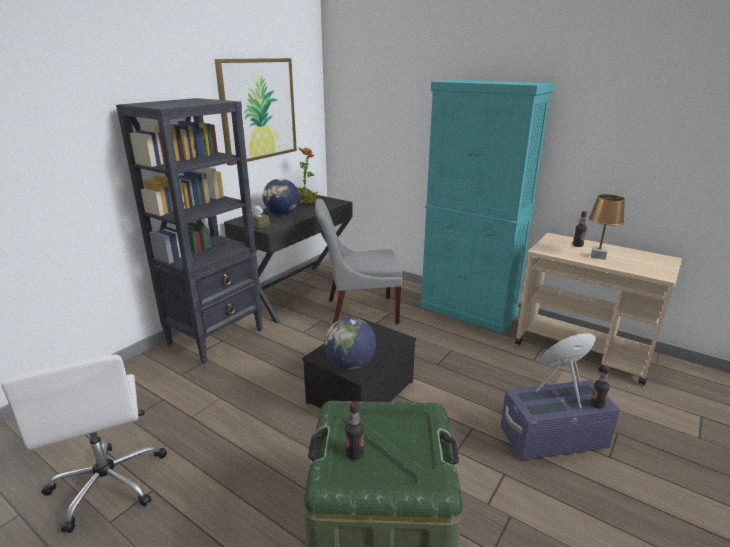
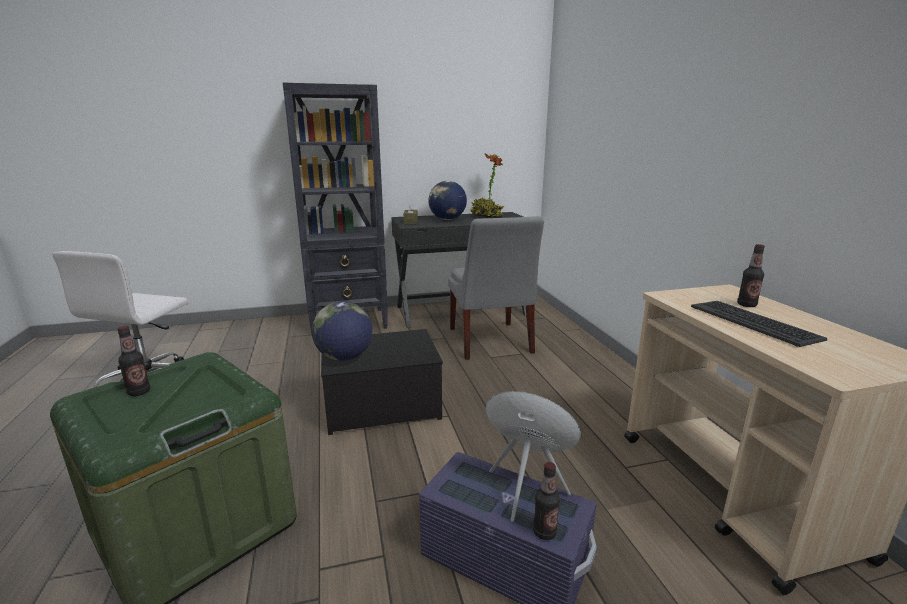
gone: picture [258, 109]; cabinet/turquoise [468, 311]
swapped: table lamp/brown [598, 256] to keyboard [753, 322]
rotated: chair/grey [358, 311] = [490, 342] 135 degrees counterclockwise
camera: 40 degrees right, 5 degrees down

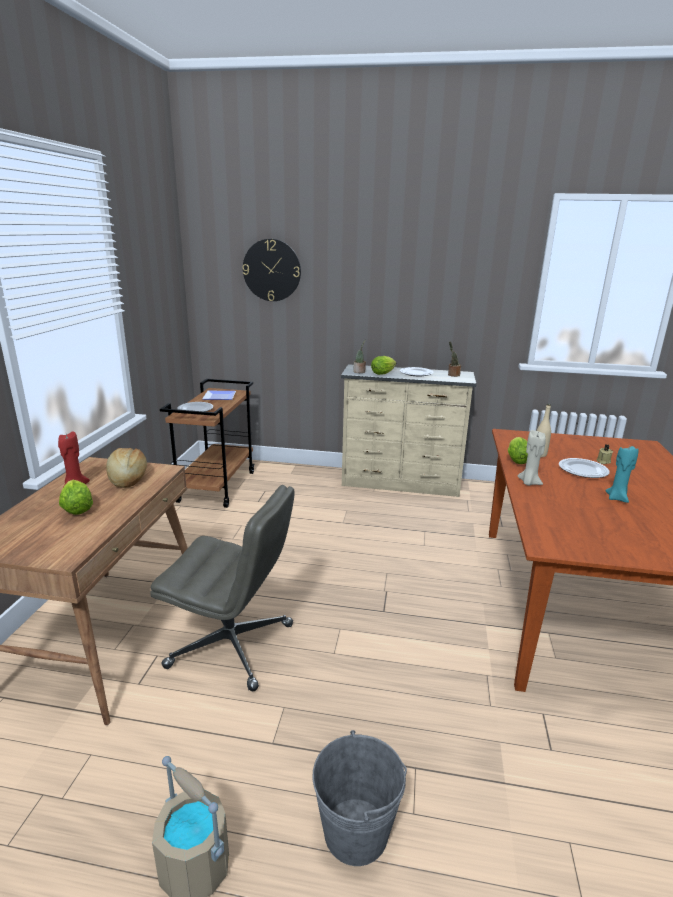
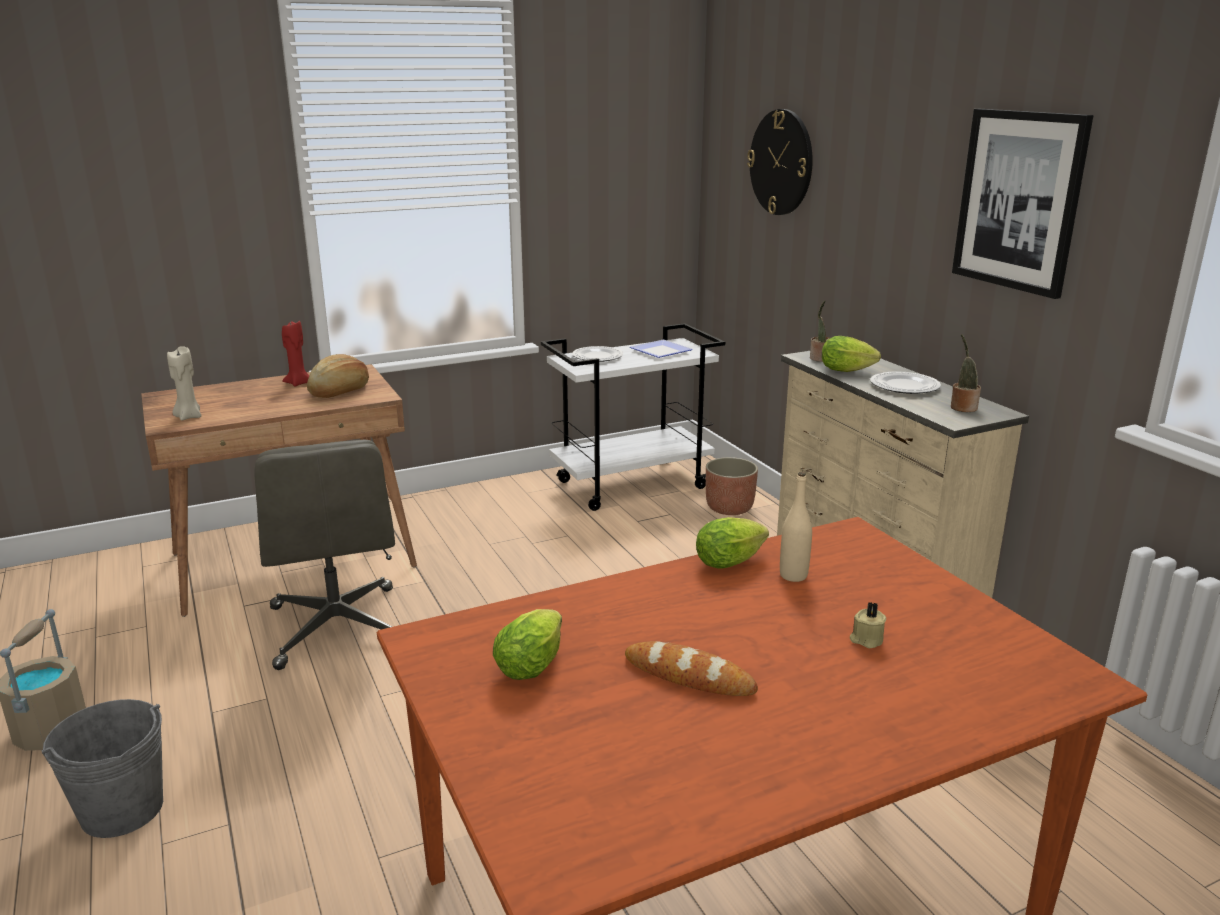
gone: plate [582, 470]
new: picture [1019, 200]; planter [729, 508]
shifted: candle/beige [529, 483] to [188, 417]; lettuce [77, 508] to [533, 663]
swapped: candle/turquoise [617, 498] to bread [689, 676]
repainted: cart/brown [216, 486] to cart/white [632, 484]
camera: 55 degrees right, 0 degrees up

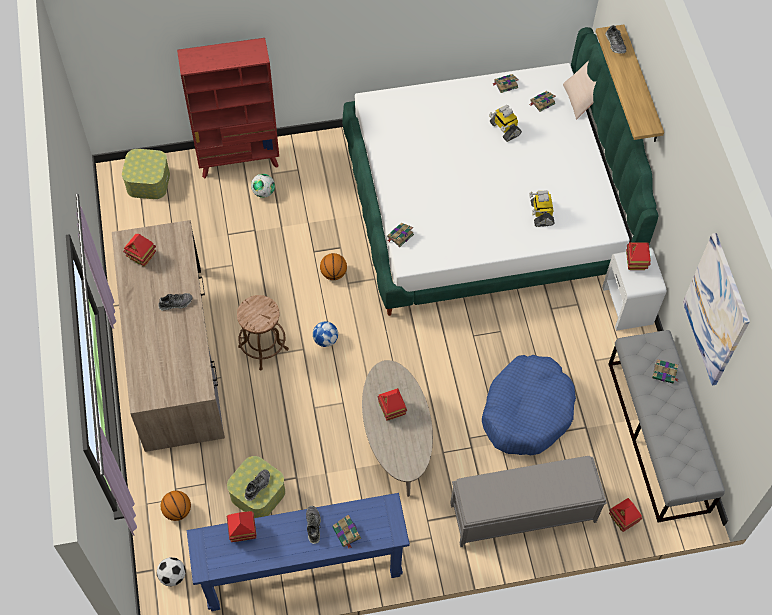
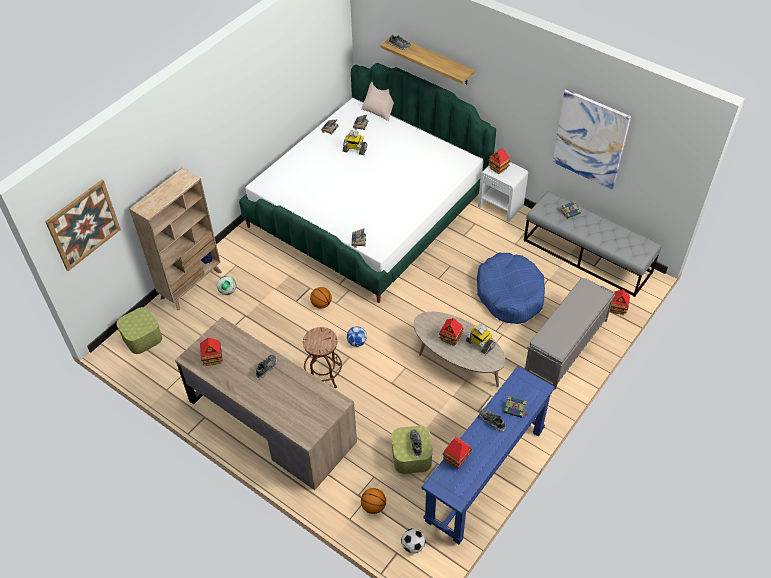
new: picture [83, 225]
shifted: toy robot [541, 213] to [479, 344]
repainted: bookcase/red [239, 160] to bookcase/beige [191, 285]
camera: 40 degrees left, 10 degrees down

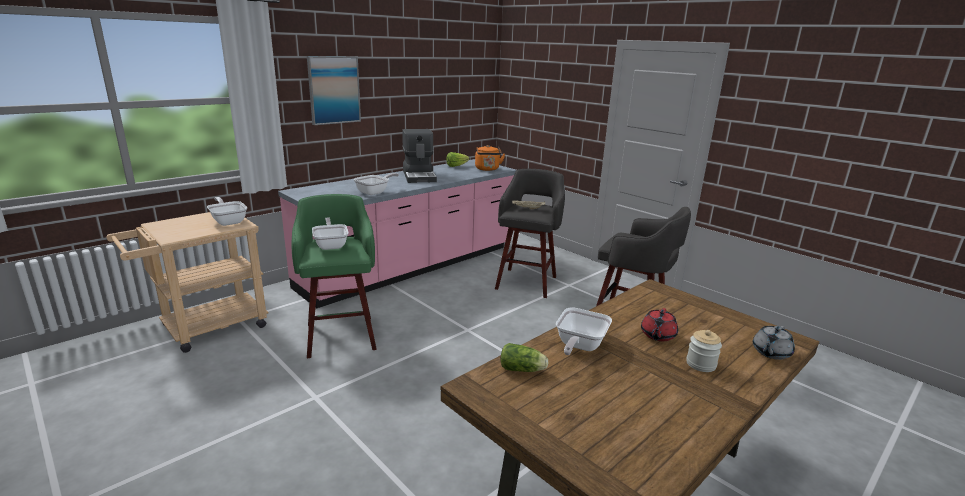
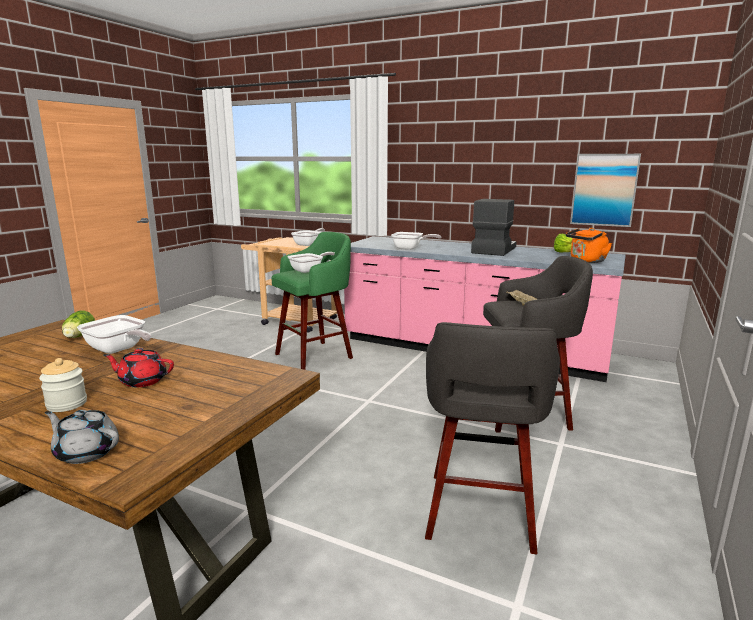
shifted: picture [334, 90] to [604, 190]
rotated: coffee machine [420, 176] = [493, 250] 150 degrees clockwise; frying pan [579, 346] = [118, 350] 150 degrees counterclockwise
camera: 70 degrees right, 5 degrees down

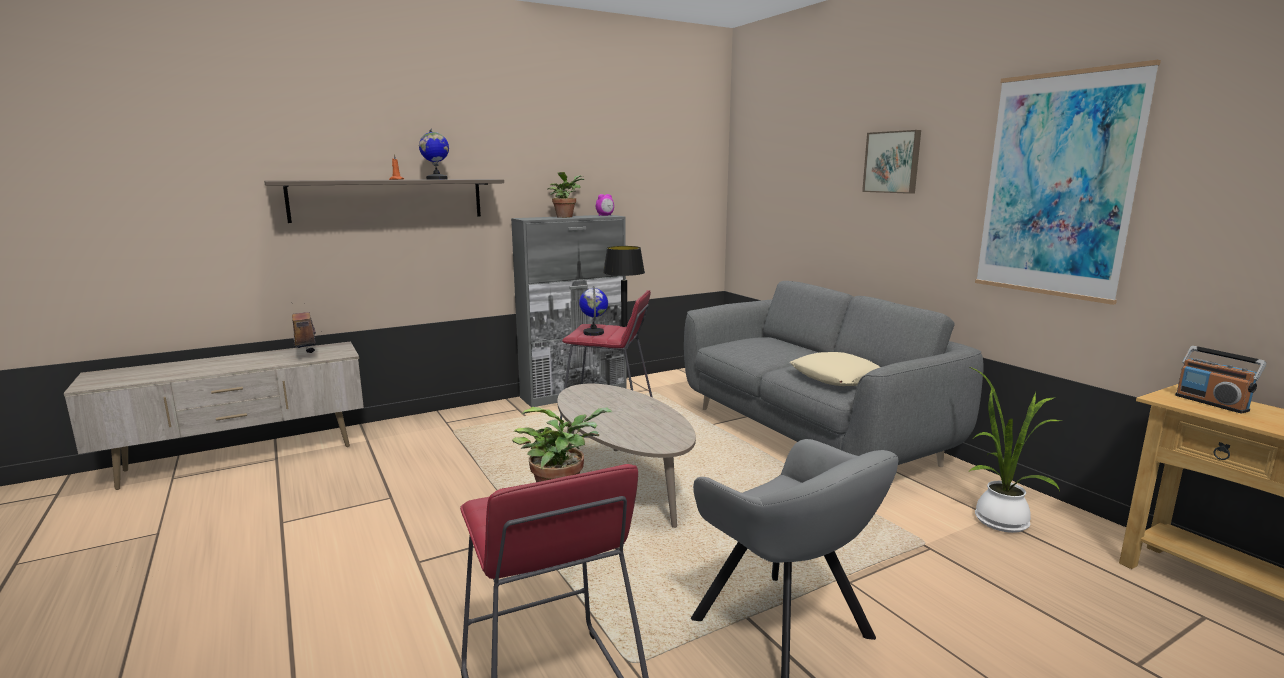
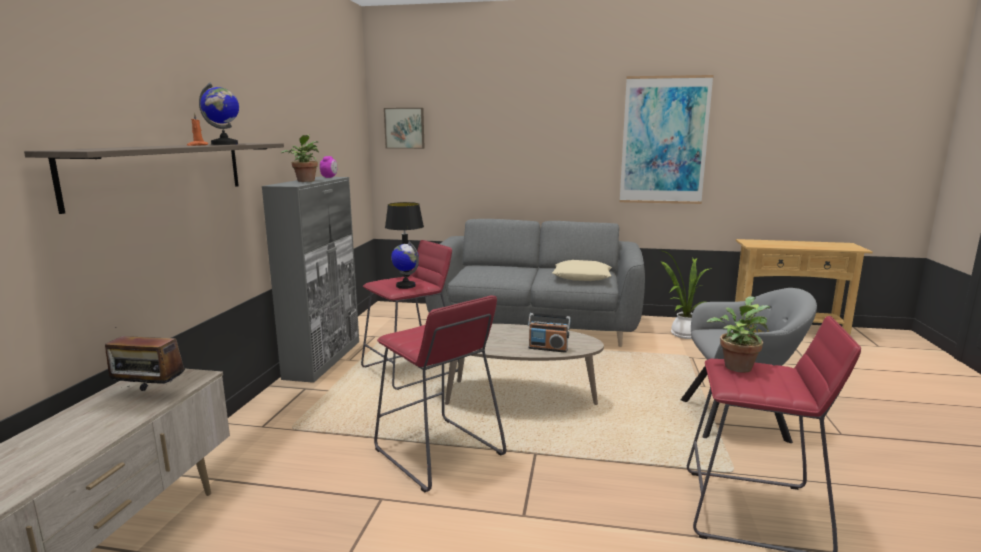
new: stool/red [438, 453]
shifted: picture [892, 162] to [405, 128]; radio [1211, 403] to [548, 348]
camera: 50 degrees left, 0 degrees up

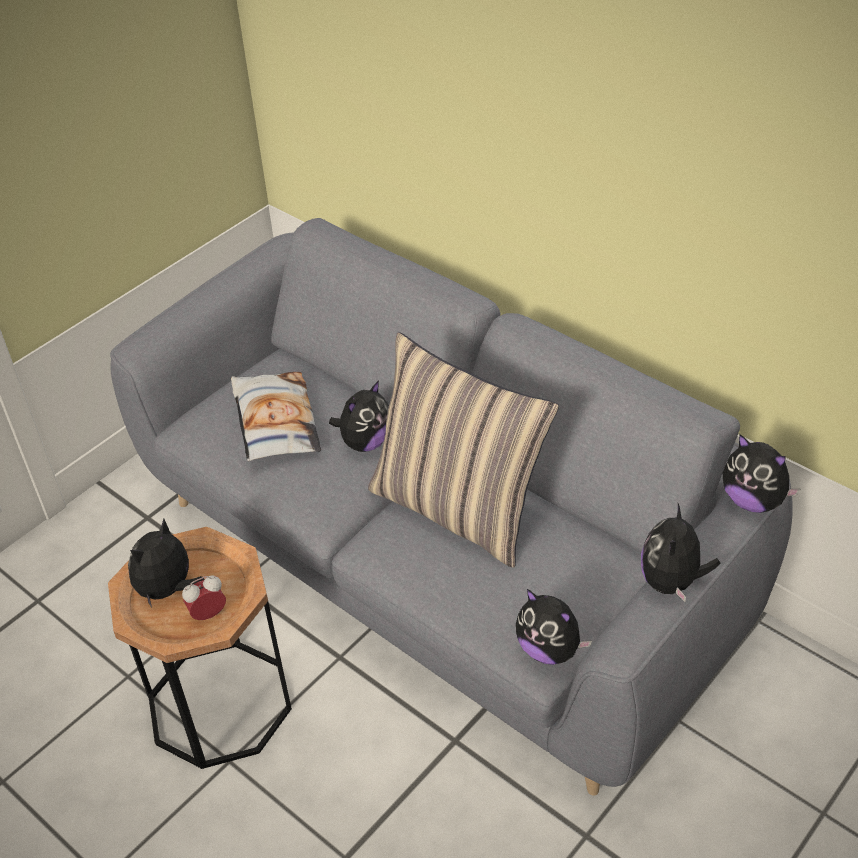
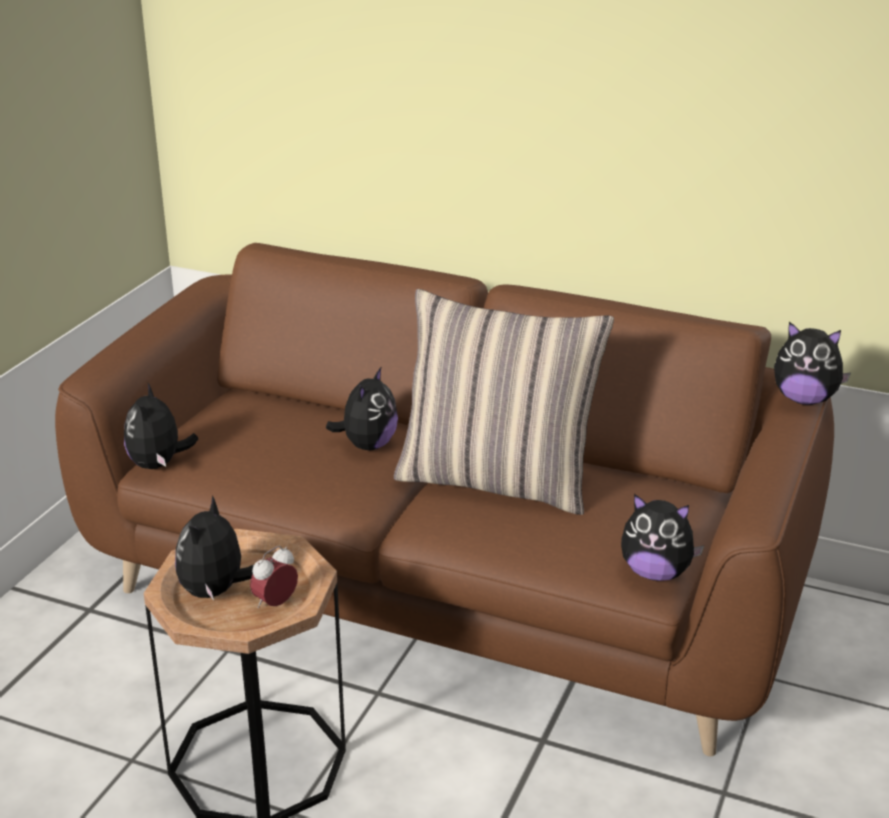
gone: pillow [275, 422]
shifted: plush toy [671, 582] to [159, 464]
repainted: sofa/grey [436, 564] to sofa/brown [444, 593]
camera: 20 degrees left, 15 degrees down

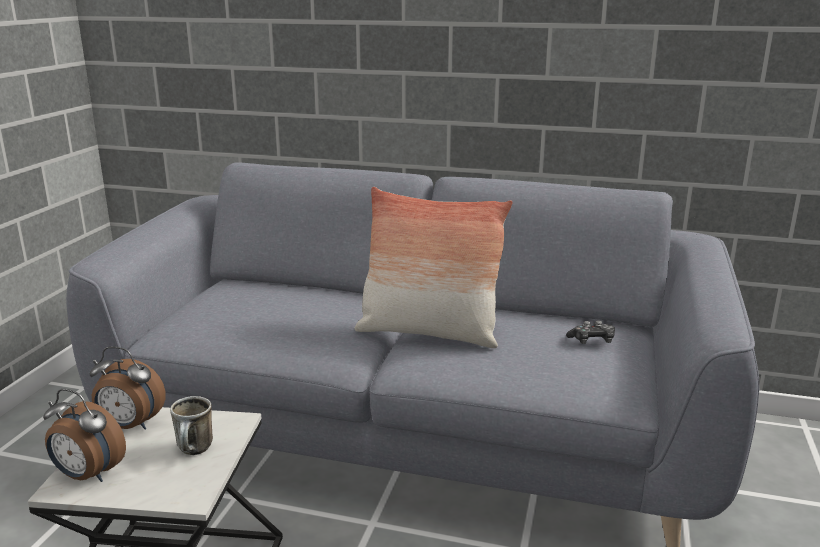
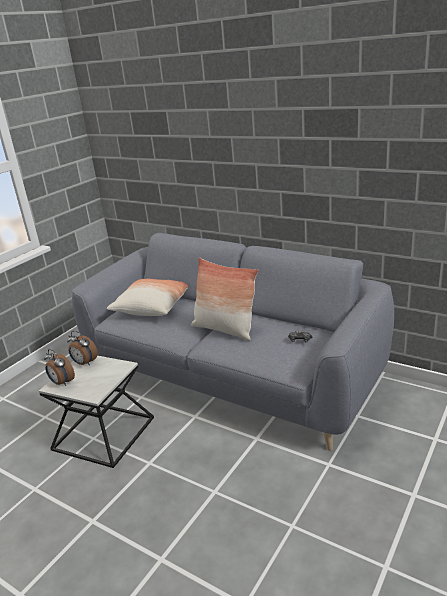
gone: mug [195, 451]
new: pillow [152, 307]
camera: 20 degrees right, 5 degrees up

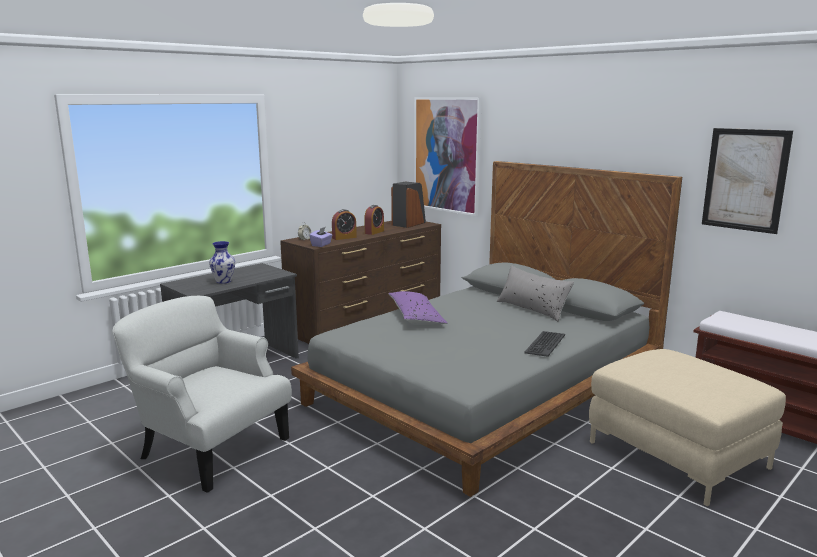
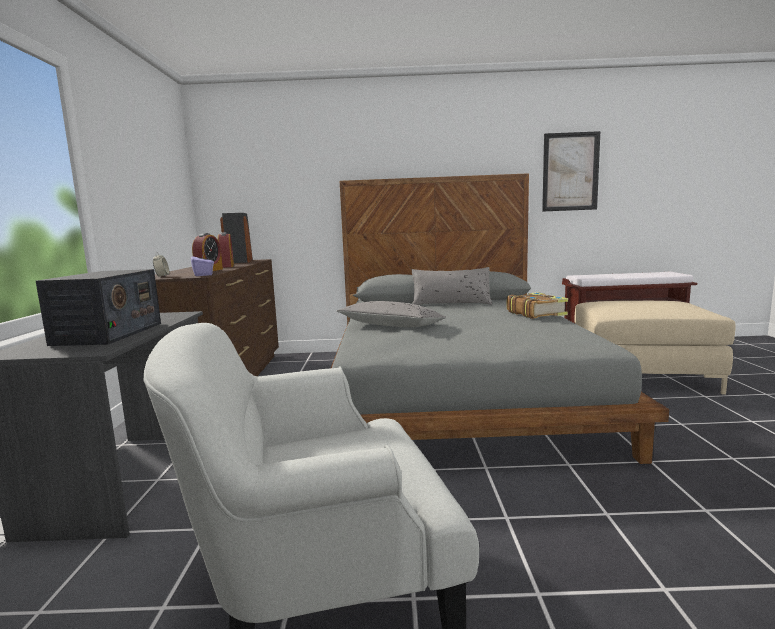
gone: picture [446, 155]
swapped: vase [224, 281] to radio [109, 334]; keyboard [544, 344] to book [536, 313]
repainted: pillow/purple [416, 317] to pillow/grey [391, 326]
camera: 45 degrees left, 5 degrees down

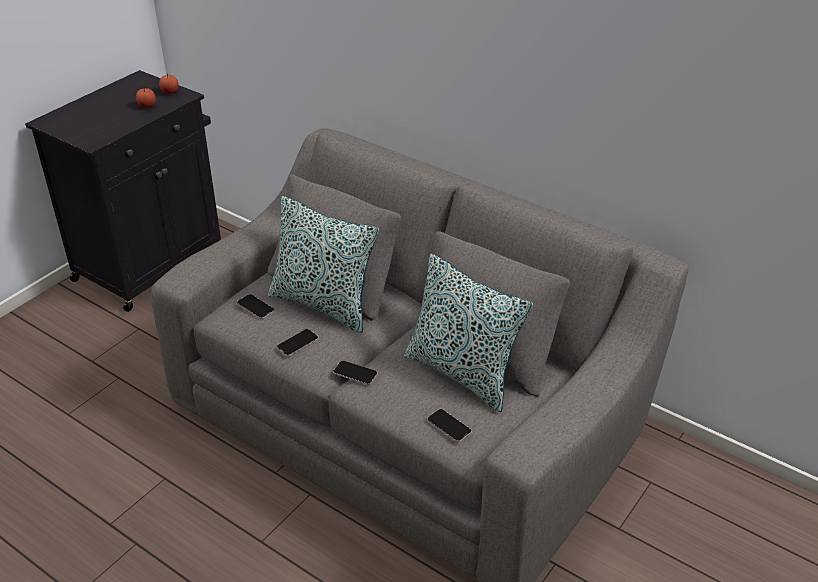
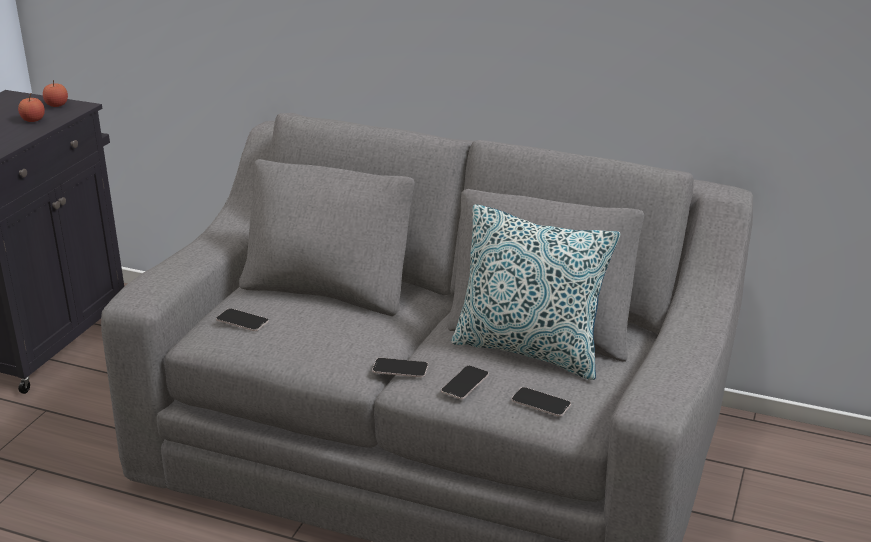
gone: pillow [323, 305]
shifted: phone [297, 343] to [465, 383]
camera: 15 degrees left, 10 degrees down

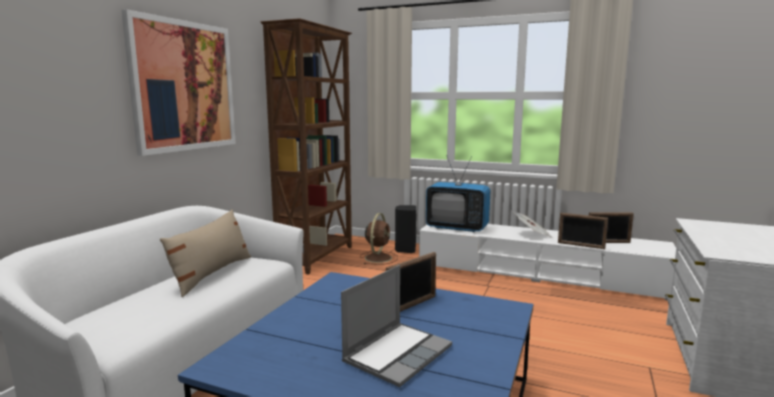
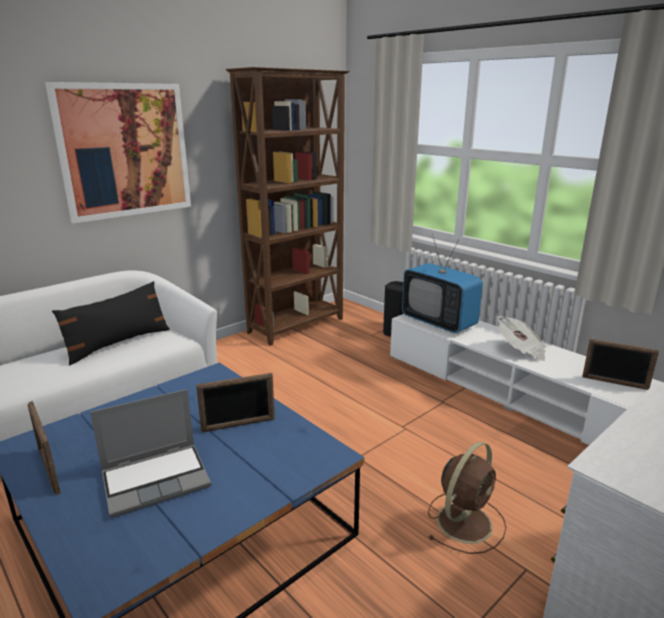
shifted: fan/brown [378, 257] to [465, 521]; picture frame [581, 245] to [49, 471]
repainted: pillow/beige [212, 274] to pillow/black [118, 343]
camera: 25 degrees right, 10 degrees up

